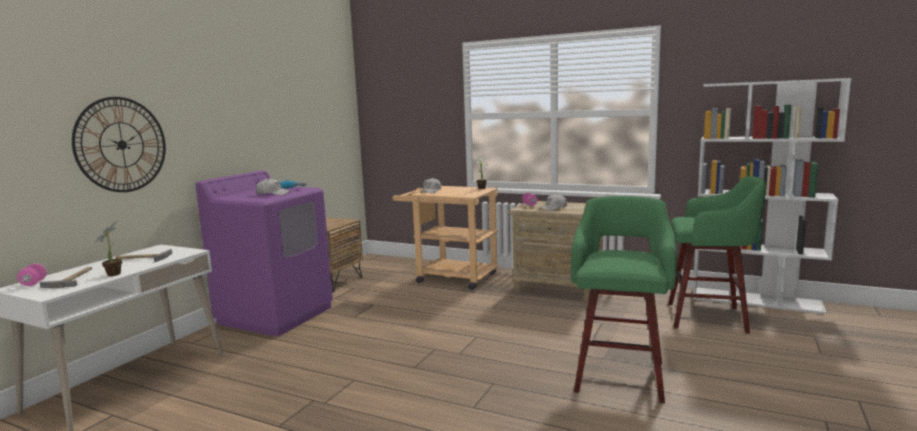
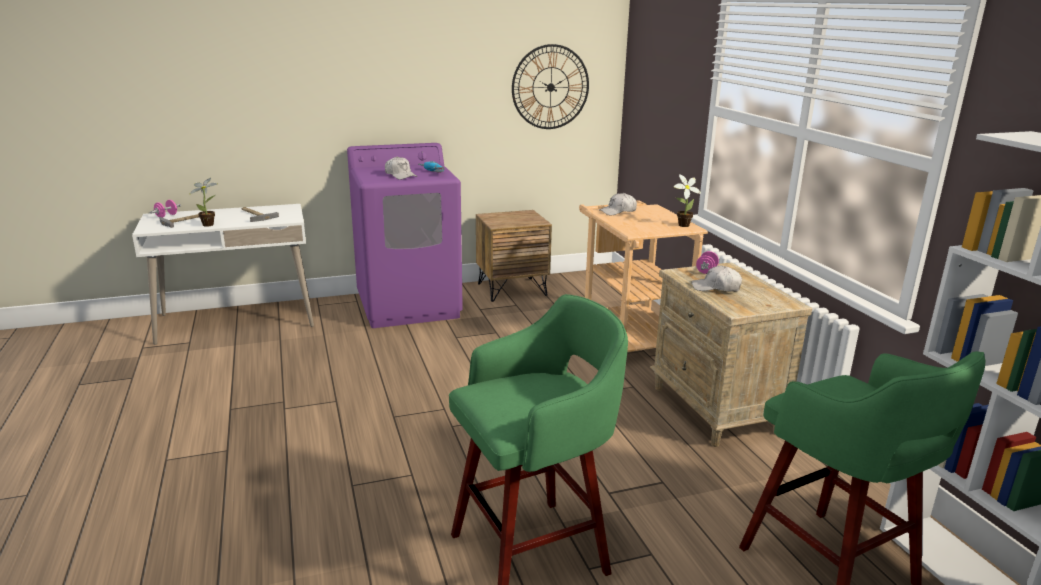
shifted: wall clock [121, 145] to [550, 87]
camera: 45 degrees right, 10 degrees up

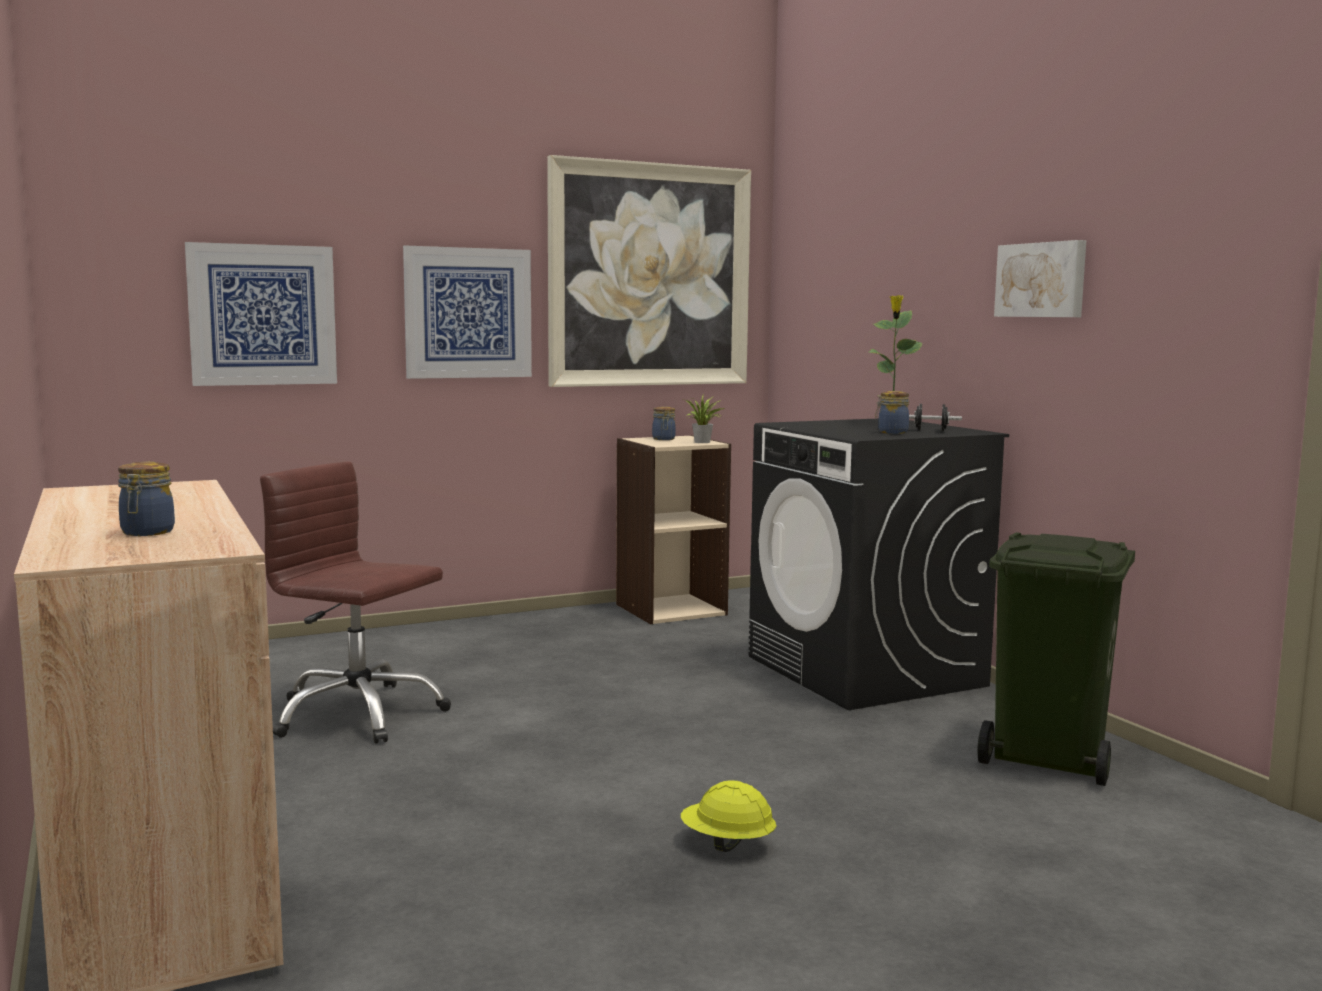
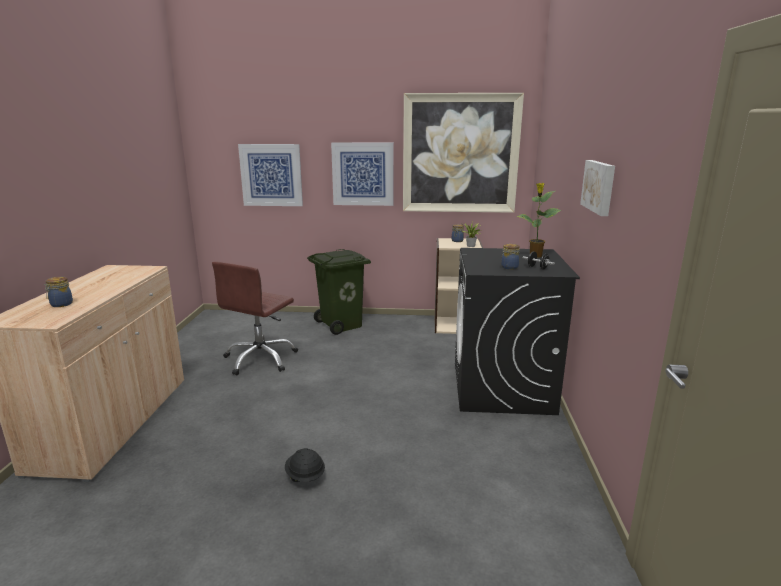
shifted: trash can/green [1051, 758] to [342, 325]
repainted: hard hat/yellow [727, 844] to hard hat/black [305, 476]
rotated: office chair/brown [357, 714] = [261, 359] 120 degrees counterclockwise
camera: 30 degrees right, 10 degrees up

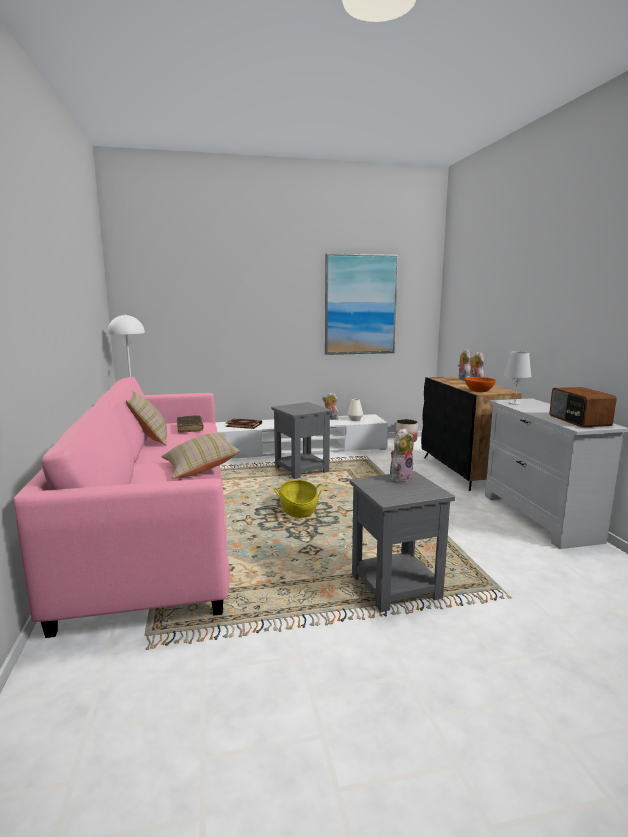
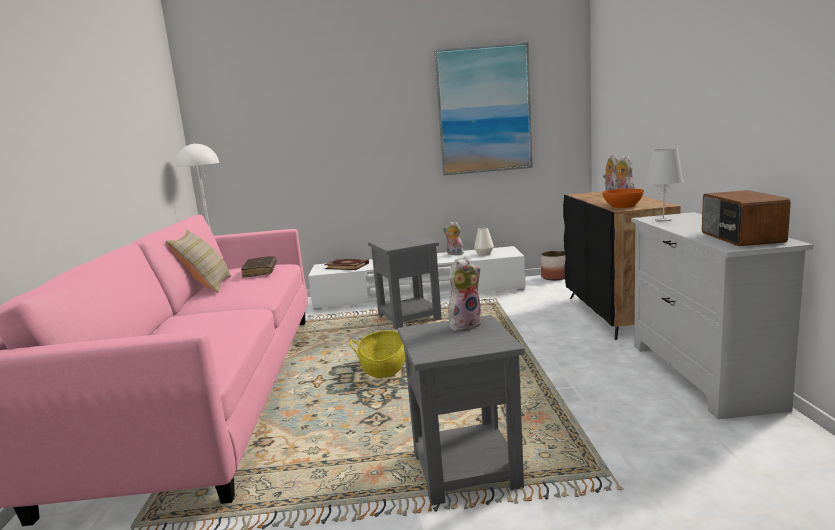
gone: pillow/beige [200, 468]
camera: 10 degrees right, 0 degrees up

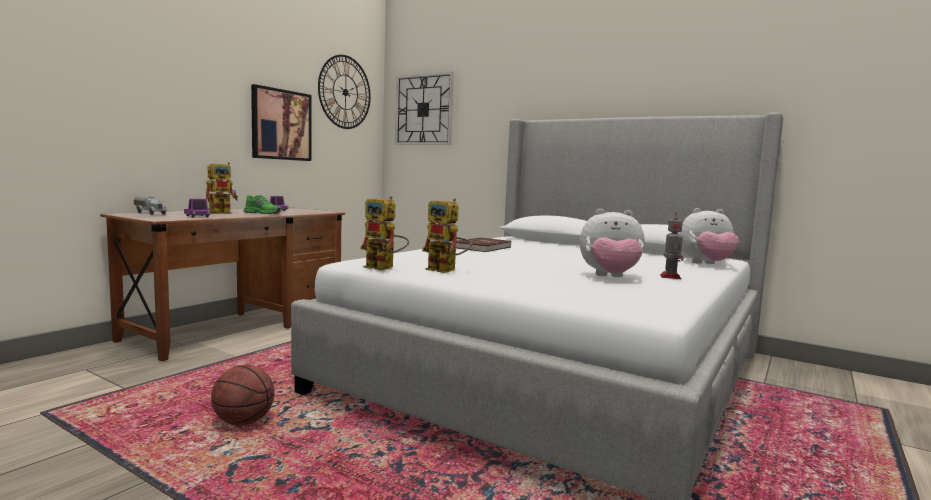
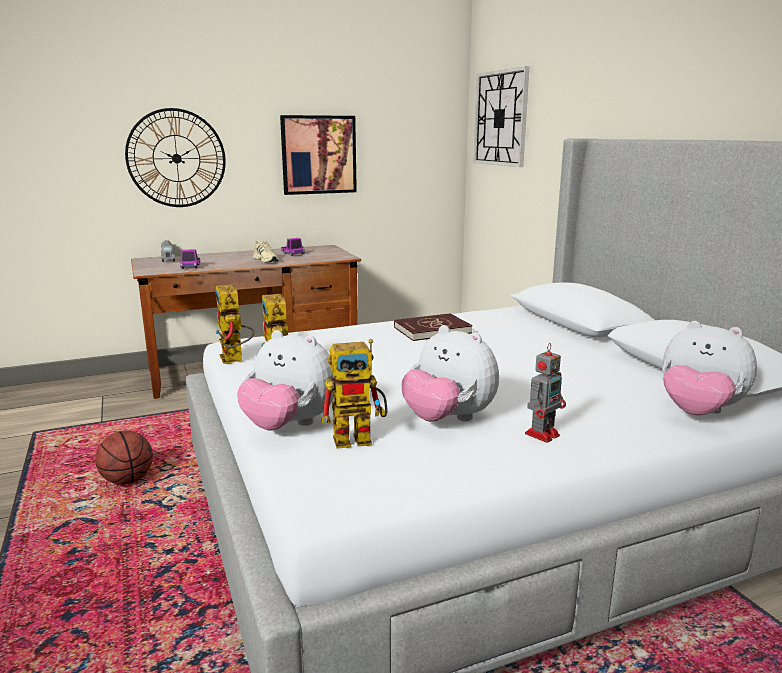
new: plush toy [289, 426]
shifted: wall clock [345, 92] to [176, 158]; toy robot [224, 213] to [360, 438]
repainted: shoe/green [263, 213] to shoe/beige [266, 260]
camera: 35 degrees right, 10 degrees up

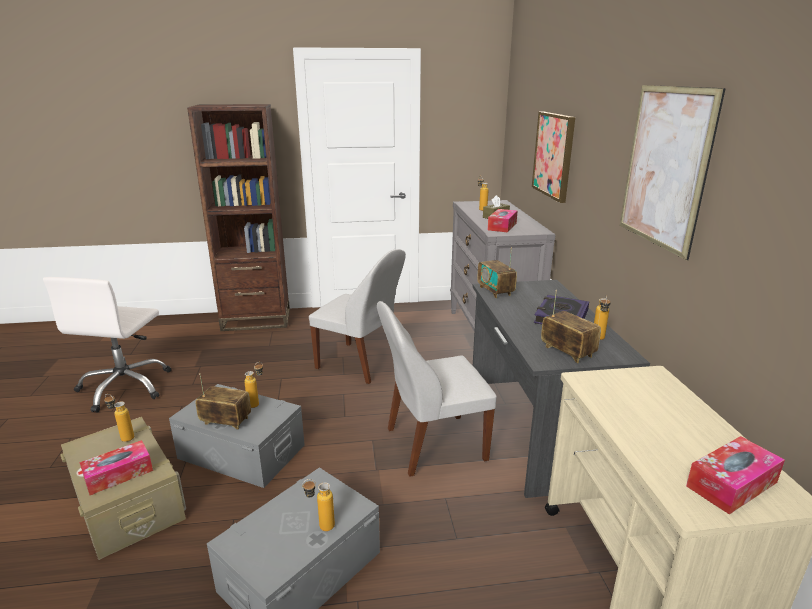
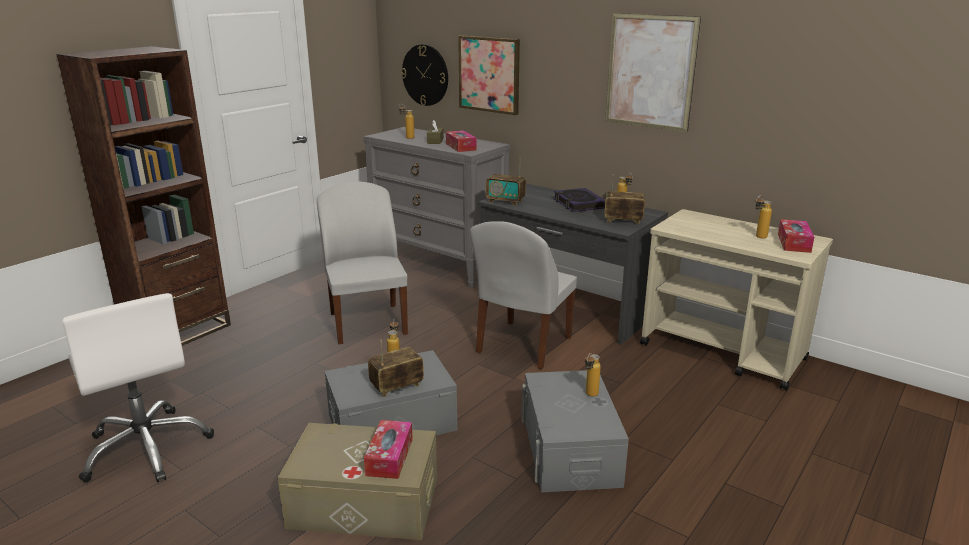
new: wall clock [425, 75]
shifted: bottle [123, 437] to [758, 237]
rotated: chair/white [360, 363] = [368, 322] 90 degrees counterclockwise
camera: 45 degrees left, 0 degrees up

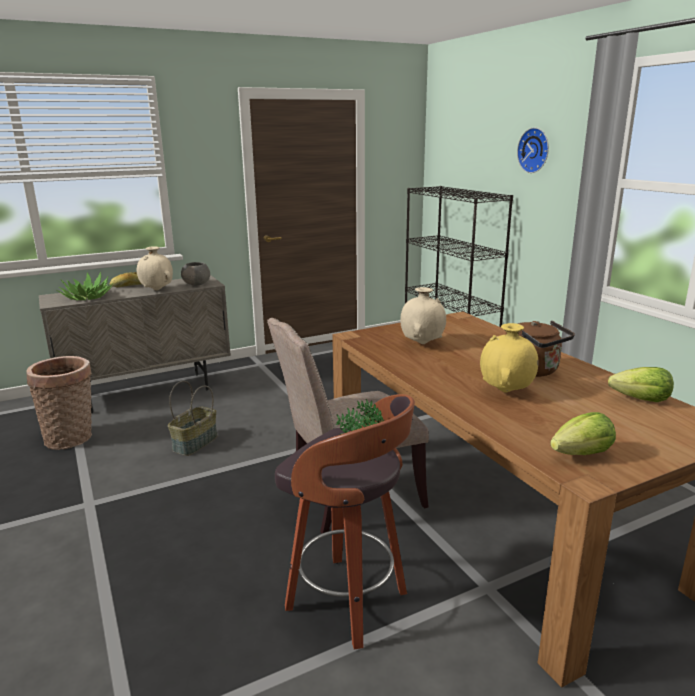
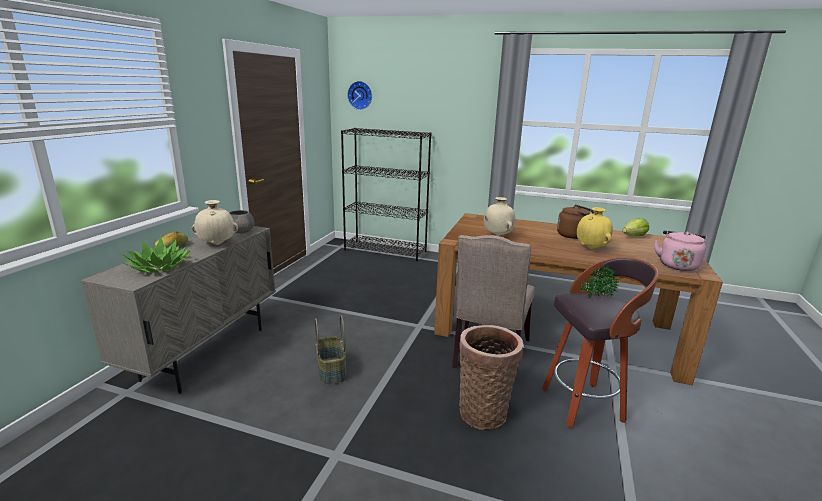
shifted: wall clock [535, 150] to [360, 95]; basket [72, 438] to [484, 411]
swapped: lettuce [582, 454] to kettle/pink [677, 265]
camera: 45 degrees left, 0 degrees up

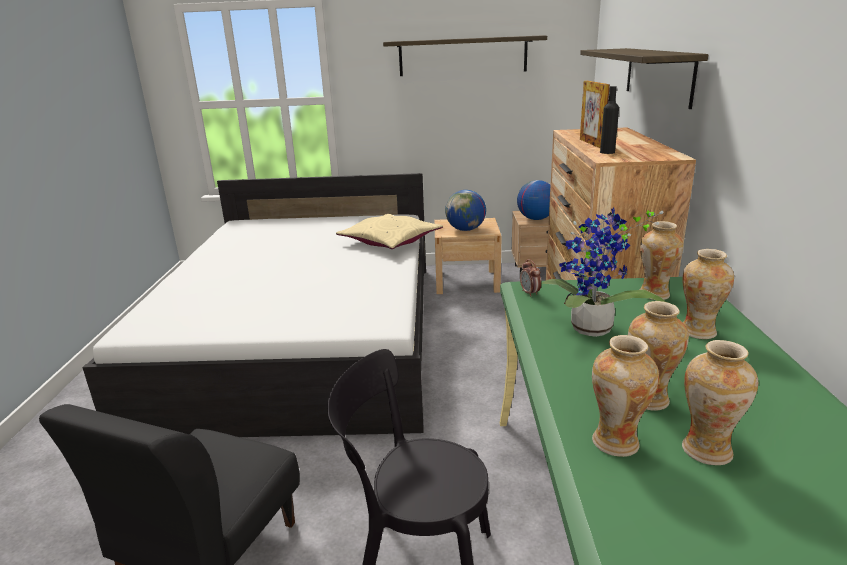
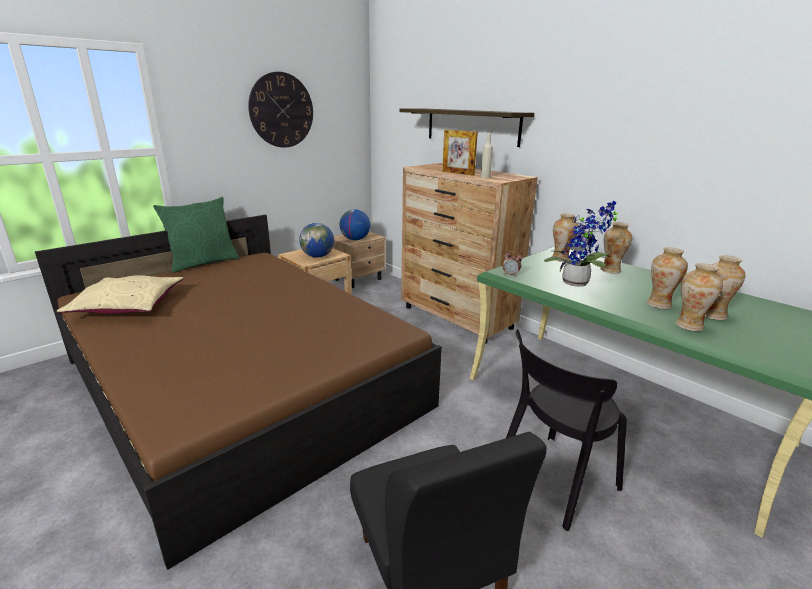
new: pillow/green [203, 263]
shifted: pillow/beige [390, 241] to [128, 305]
swapped: shelf [463, 56] to wall clock [281, 110]
repainted: bottle/black [607, 152] to bottle/beige [485, 177]; bed/white [305, 335] to bed/brown [241, 383]
camera: 45 degrees left, 0 degrees up

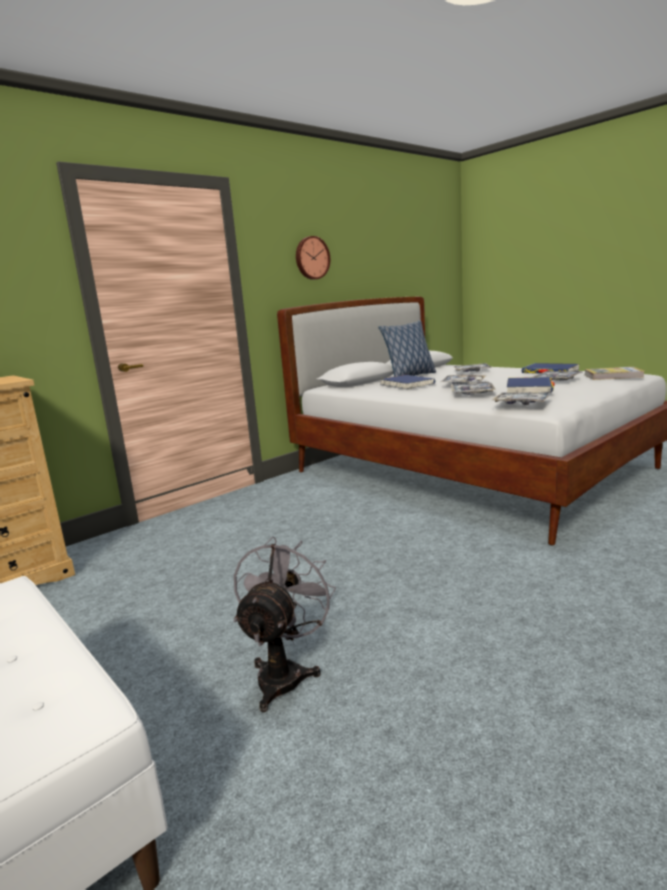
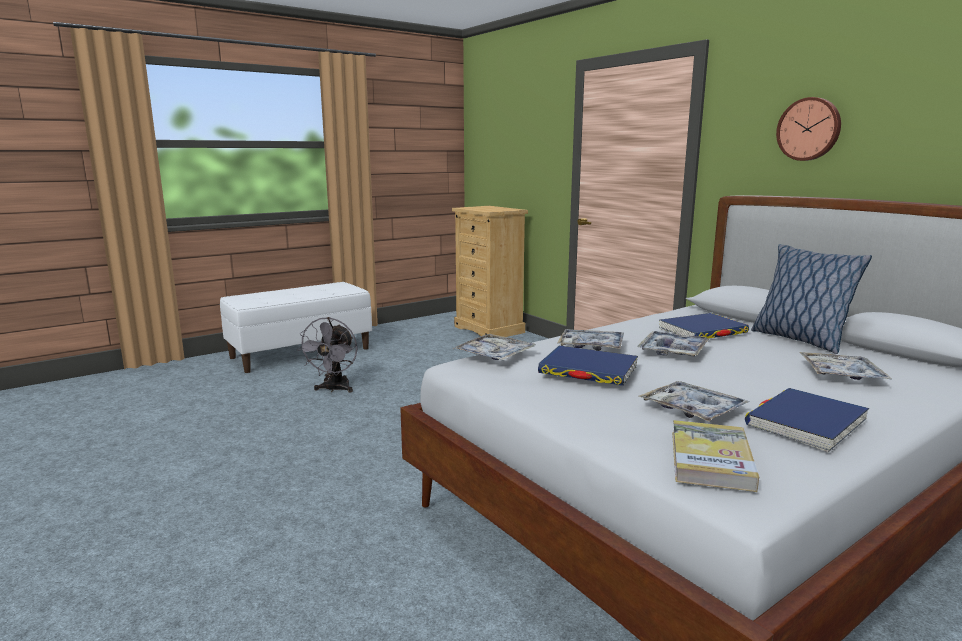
rotated: fan/grey [285, 673] = [334, 389] 75 degrees clockwise
camera: 95 degrees right, 0 degrees up

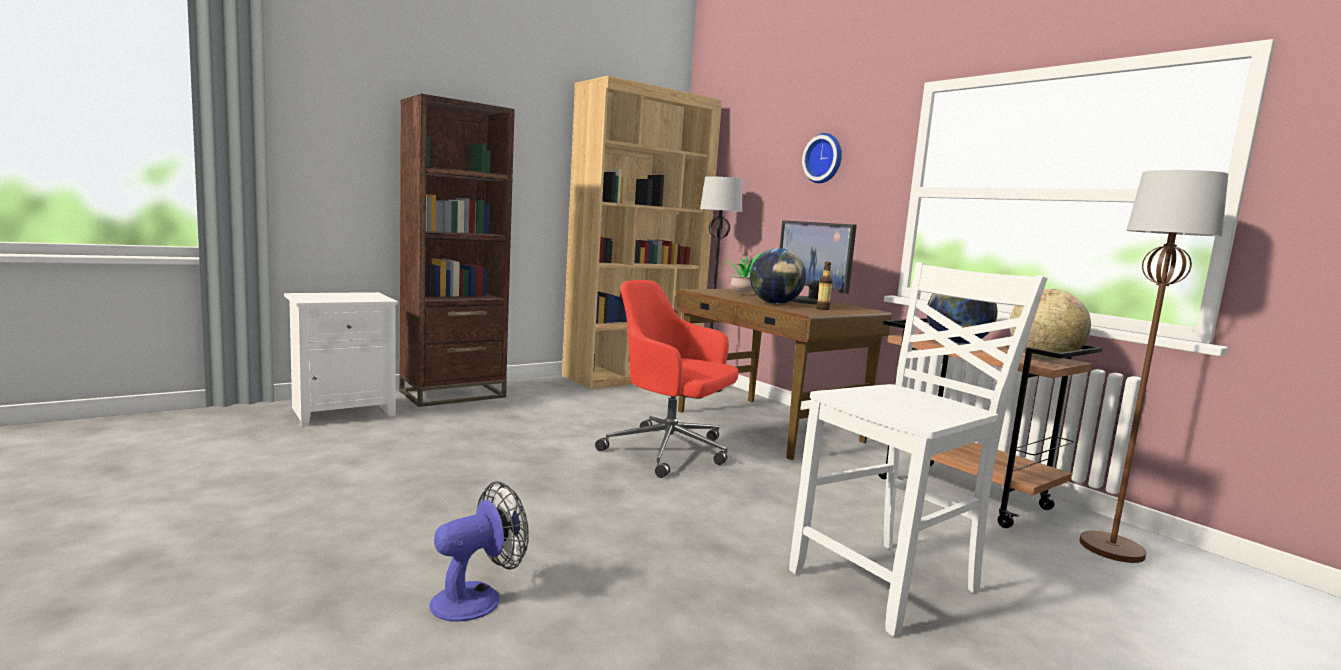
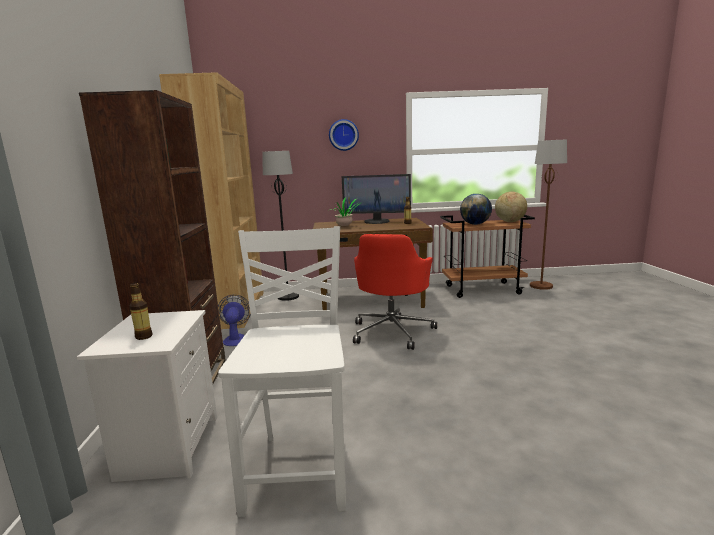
gone: globe [775, 303]
new: bottle [144, 336]
shifted: chair/white [890, 583] to [301, 468]; fan [477, 598] to [236, 338]
rotated: office chair/red [670, 452] = [392, 331] 45 degrees counterclockwise
camera: 55 degrees left, 5 degrees up

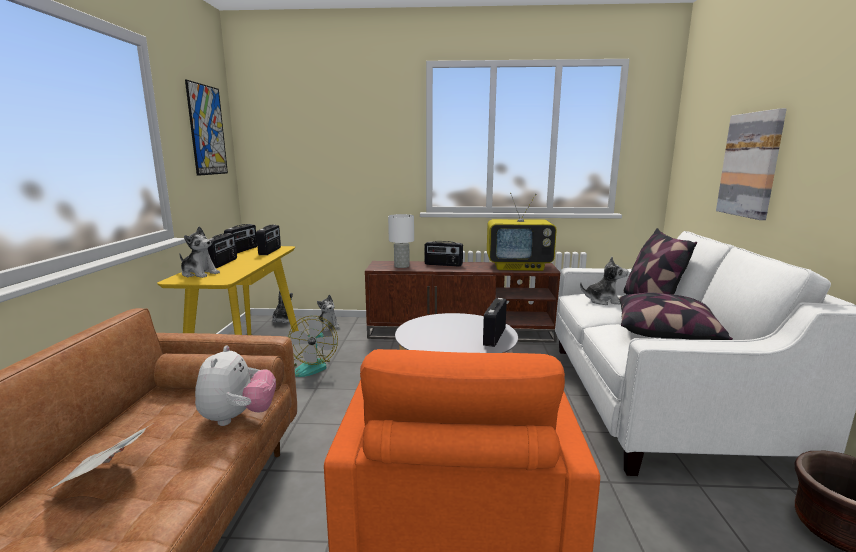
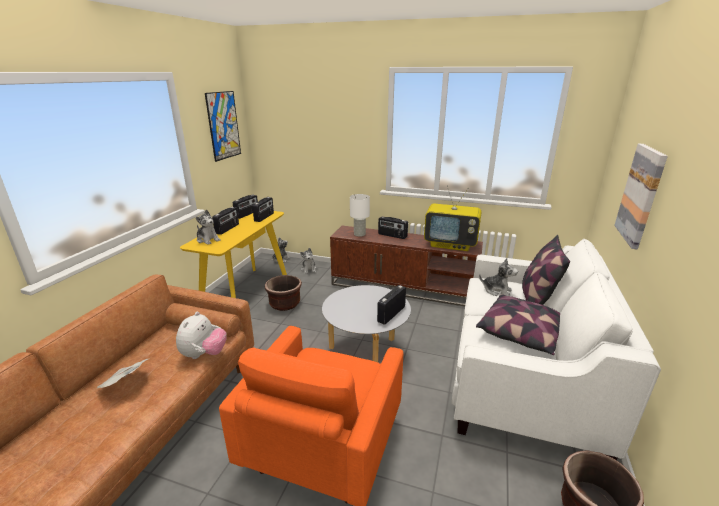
swapped: fan [312, 366] to planter/brown [285, 304]
camera: 15 degrees right, 10 degrees up

